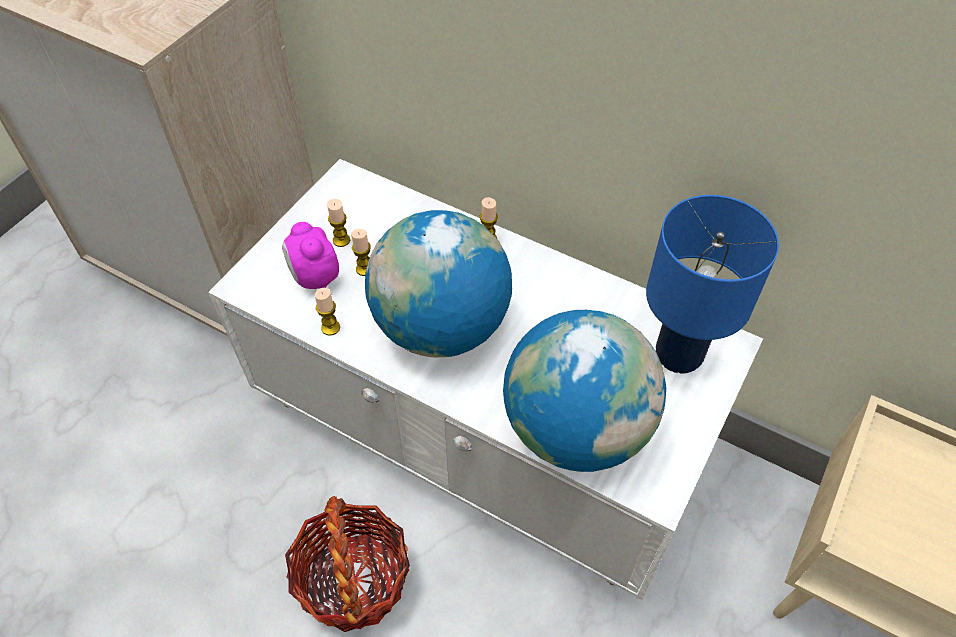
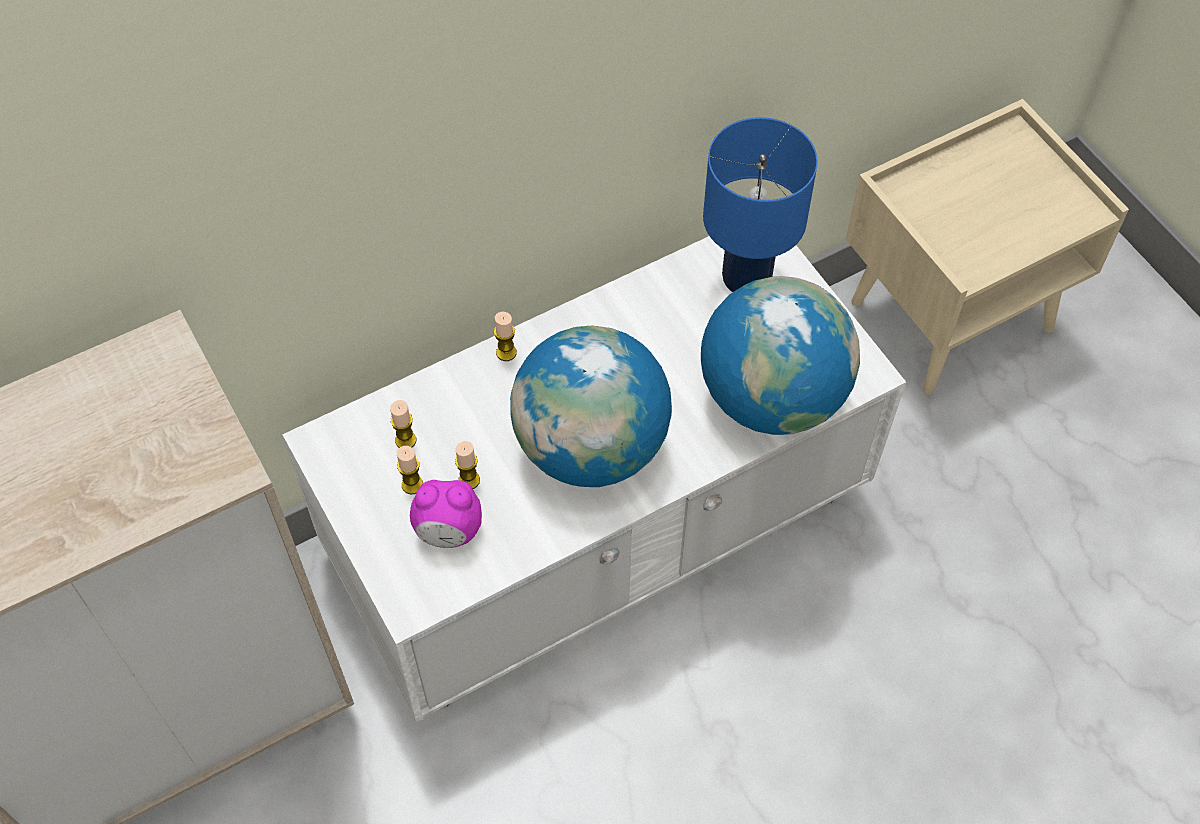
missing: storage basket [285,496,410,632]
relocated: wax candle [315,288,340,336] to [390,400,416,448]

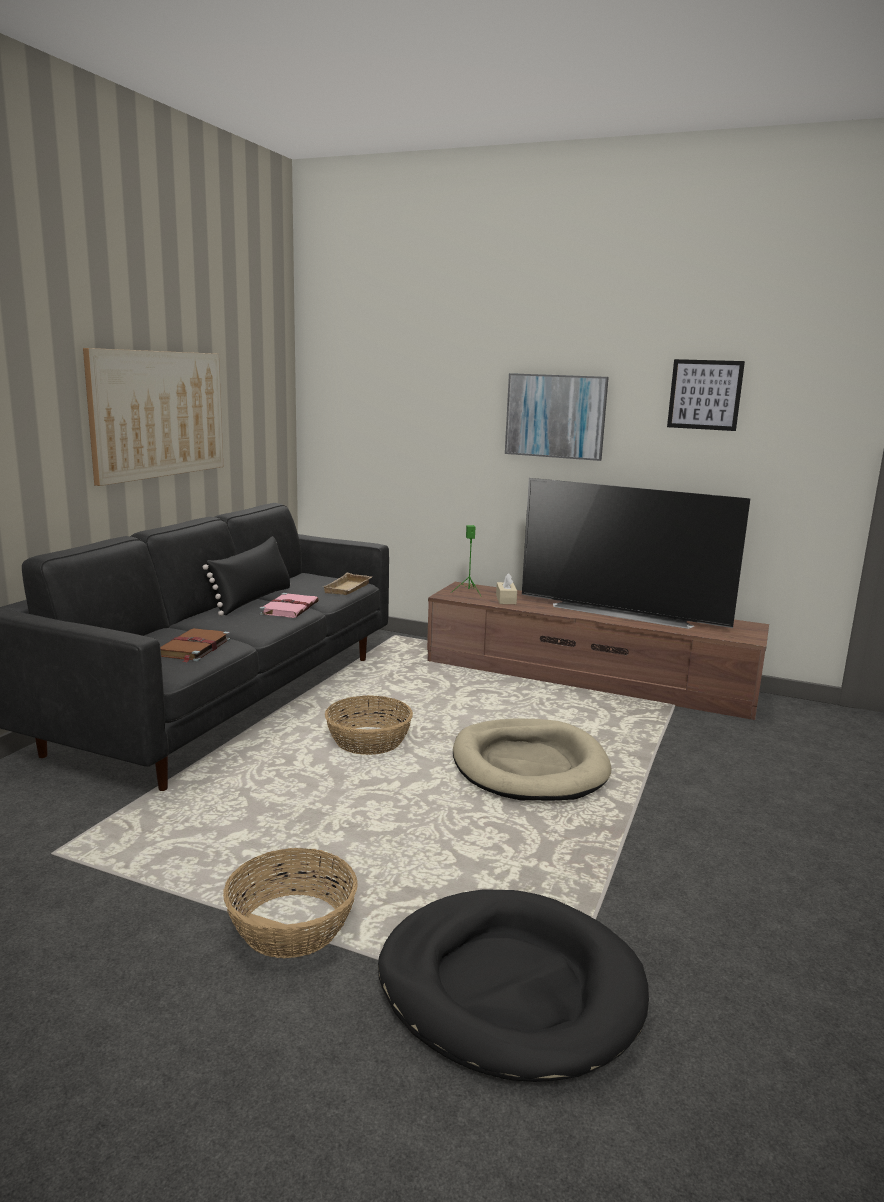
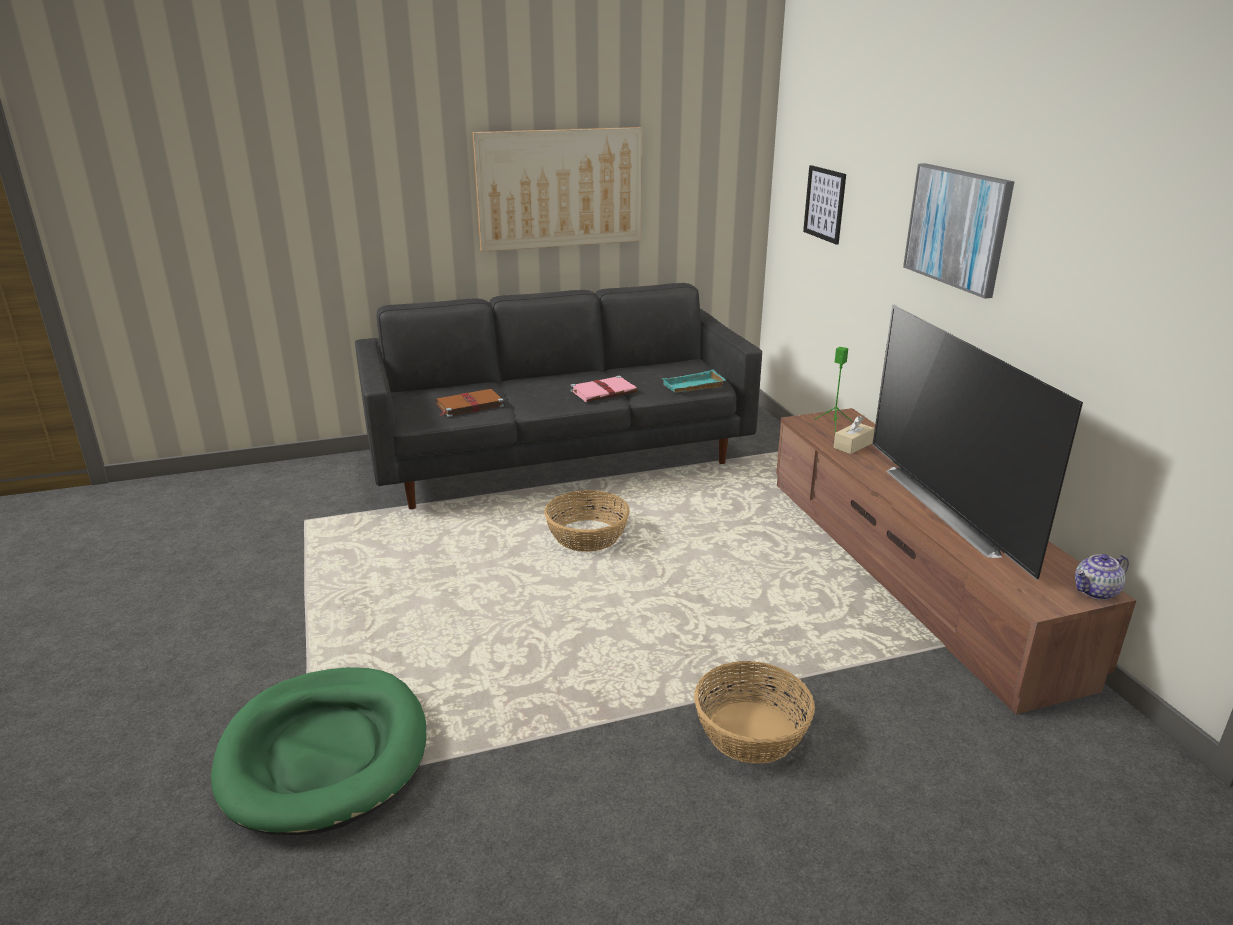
missing: pillow/blackish [203,536,290,616]; dog cushion/beige [453,718,611,800]
appeared: pot for tea [1075,554,1129,600]
relocated: storage basket [223,848,357,958] to [694,661,815,764]; wall art [667,359,745,431] to [803,165,846,245]
colour: serving tray/beige [322,573,372,595] to serving tray/turquoise-coloured [662,370,726,392]; dog cushion/blackish [378,889,649,1082] to dog cushion/green-coloured [211,667,427,835]

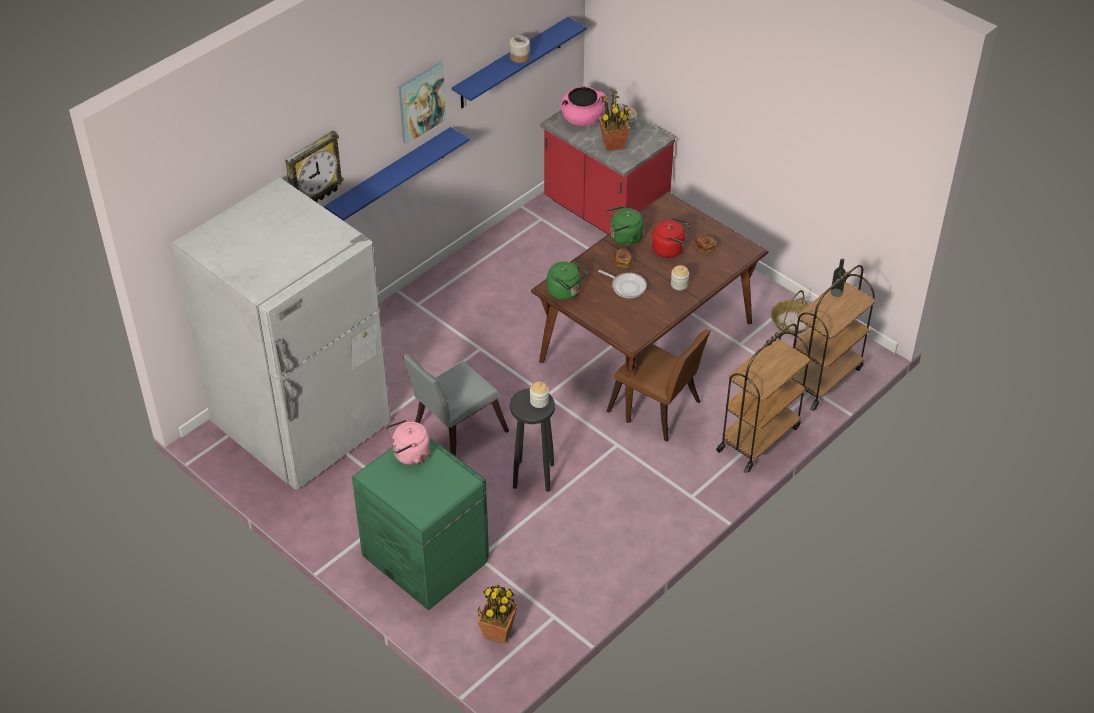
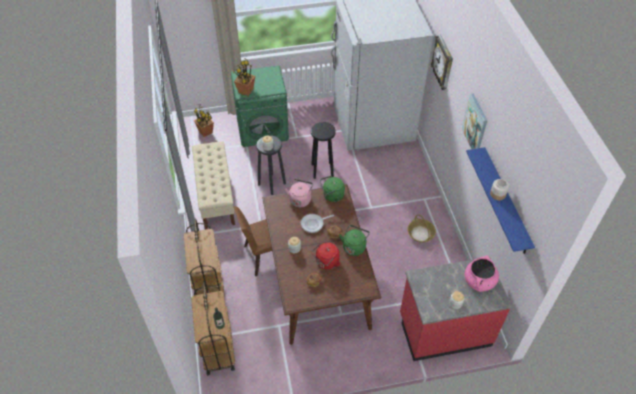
missing: shelf/blue-coloured [324,127,469,221]
appeared: bench/beige [192,142,235,230]
relocated: tea kettle/pink [386,419,430,465] to [285,179,313,207]; houseplant [599,89,630,151] to [233,57,255,96]; storage basket [770,290,810,334] to [407,214,436,243]
exchanged: upright chair/gray [403,354,509,456] to stool/blackish [311,122,336,179]

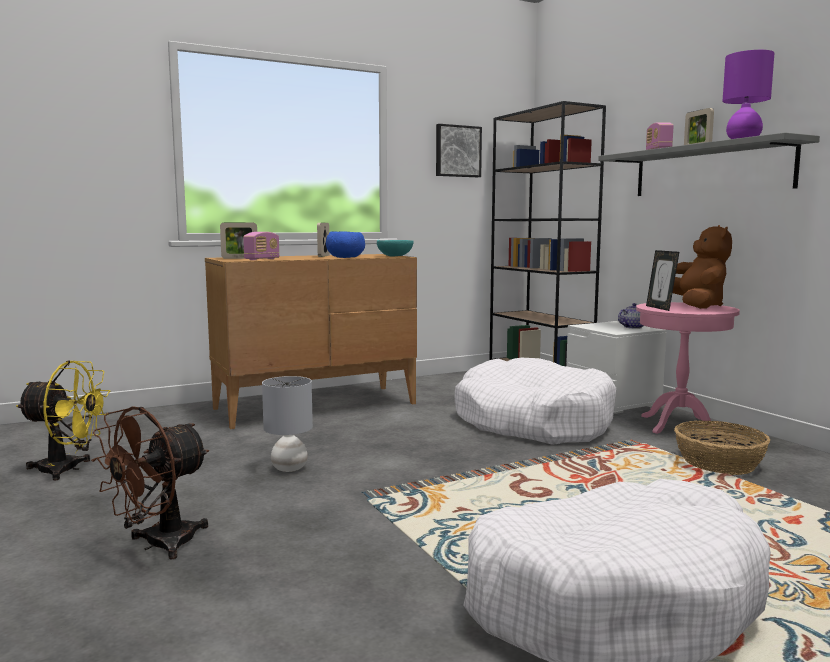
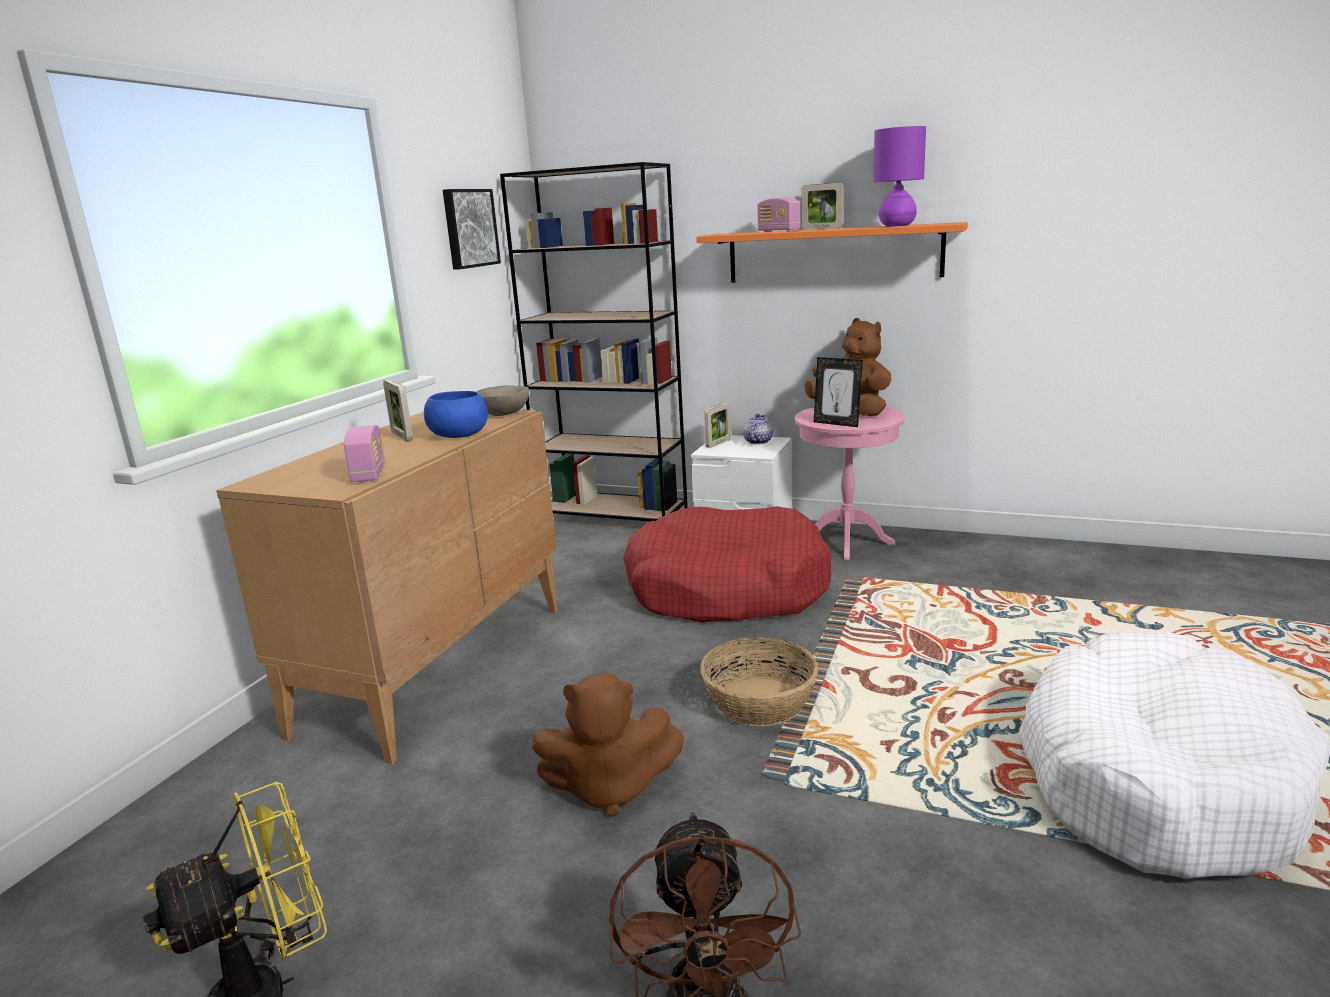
relocated: photo frame [220,223,257,259] to [704,403,731,448]; storage basket [674,421,770,475] to [700,637,818,727]
exchanged: tabletop lamp/gray [262,376,313,472] to soft toy/brown-coloured [532,673,684,817]
colour: bowl/turquoise-coloured [377,240,414,256] to bowl/beige [476,385,529,416]; dog cushion/whitish [454,358,616,445] to dog cushion/red [623,506,831,623]; shelf/gray [598,132,820,196] to shelf/orange [696,222,968,282]

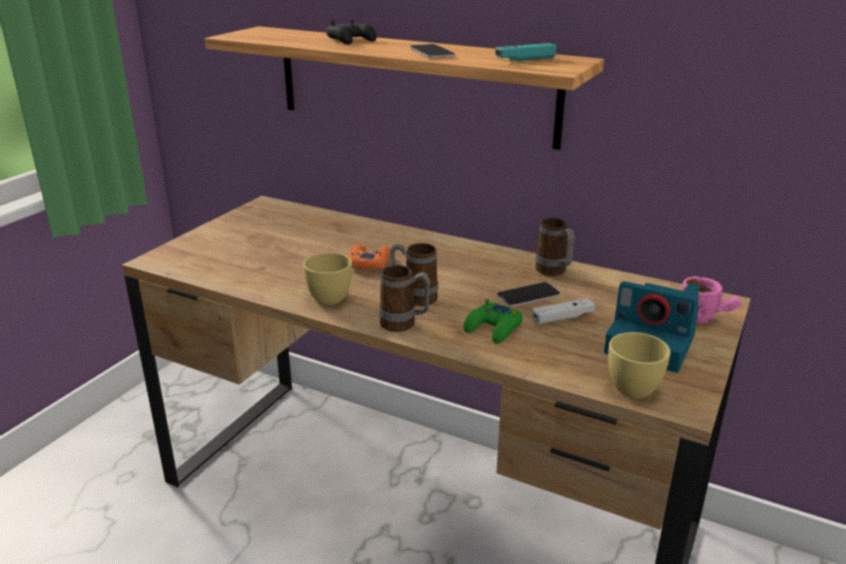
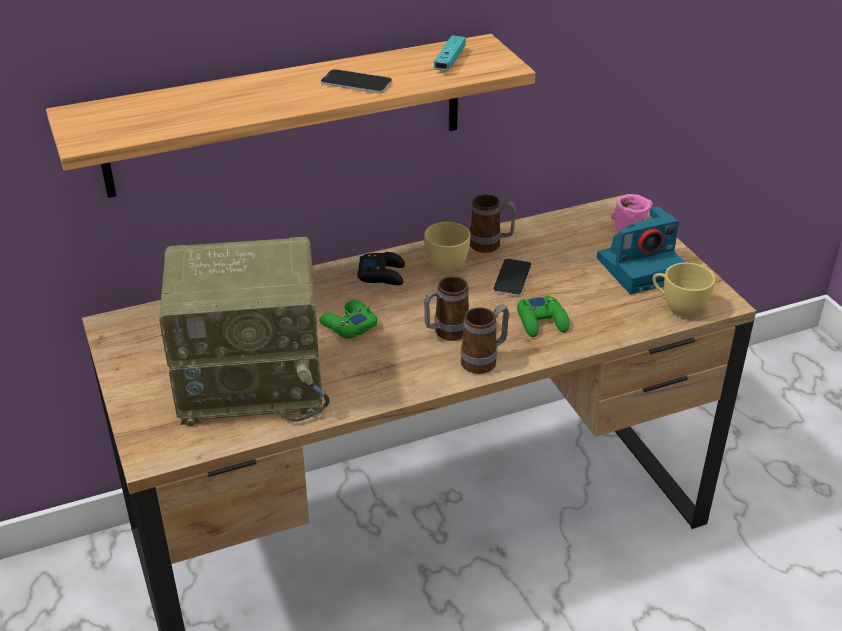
missing: game controller/whitish [532,298,595,325]
appeared: radio [159,237,330,427]
relocated: cup/yellow-coloured [303,252,352,305] to [424,222,471,274]; game controller/blackish [326,20,377,44] to [357,252,405,285]
colour: game controller/orange [349,245,391,269] to game controller/green-coloured [319,300,377,339]

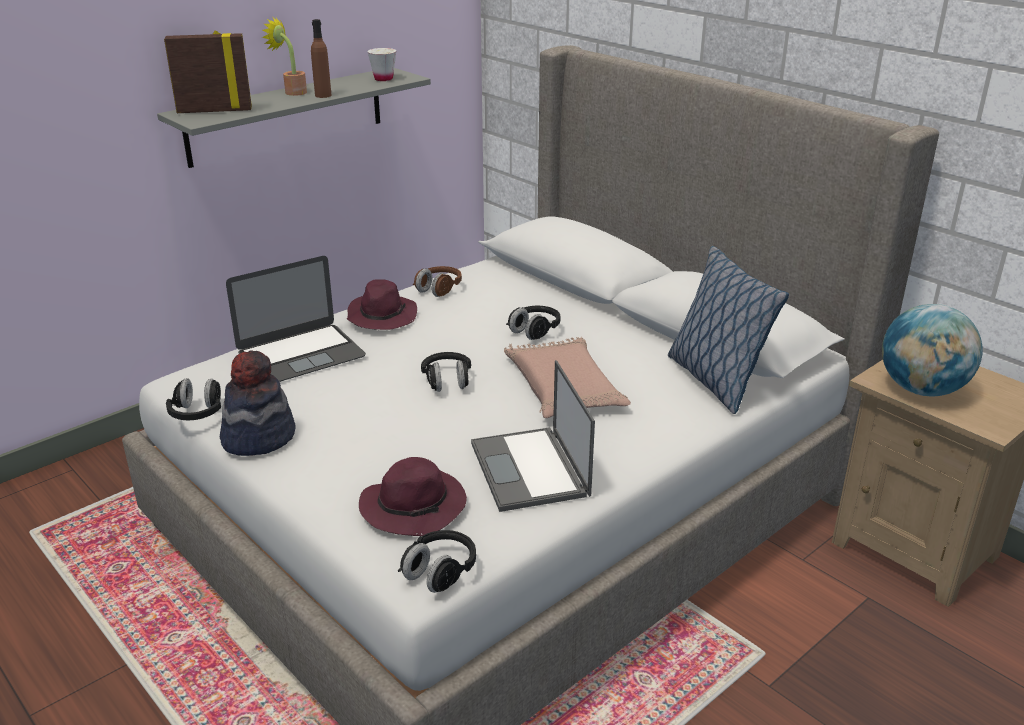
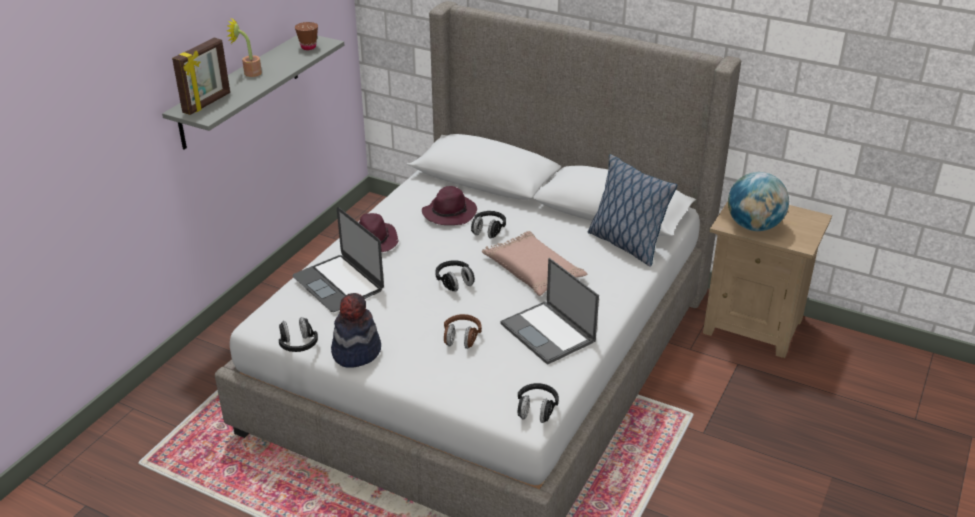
missing: drink bottle/brown-coloured [311,19,332,98]
relocated: hat/purplish [359,457,467,536] to [422,186,477,225]; headphones/brown-coloured [413,266,462,297] to [444,314,482,349]
colour: cup/whitish [367,48,396,81] to cup/brown-coloured [295,22,318,50]
spun: photo frame [164,30,252,113] = [172,38,230,115] 150 degrees clockwise; notebook computer [226,256,366,382] = [292,207,384,312] 105 degrees clockwise

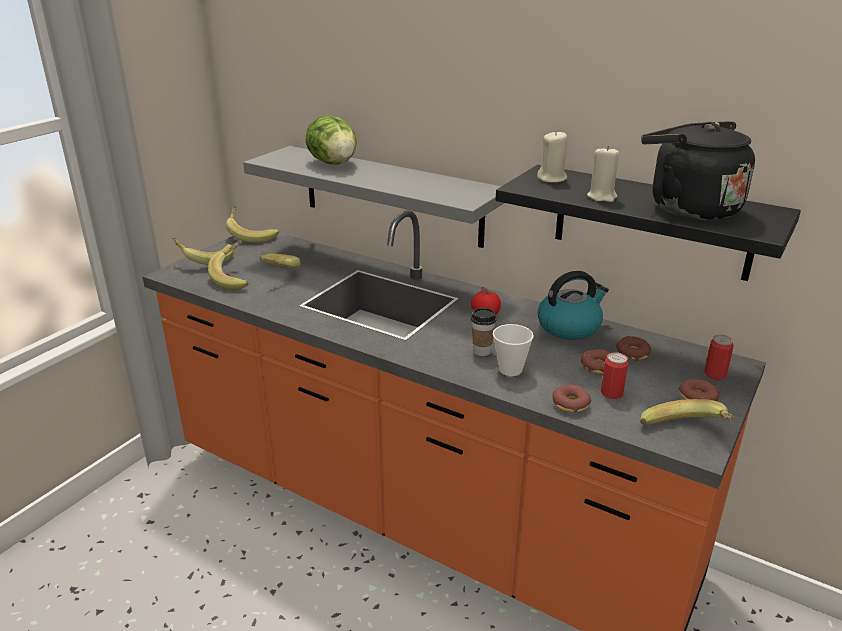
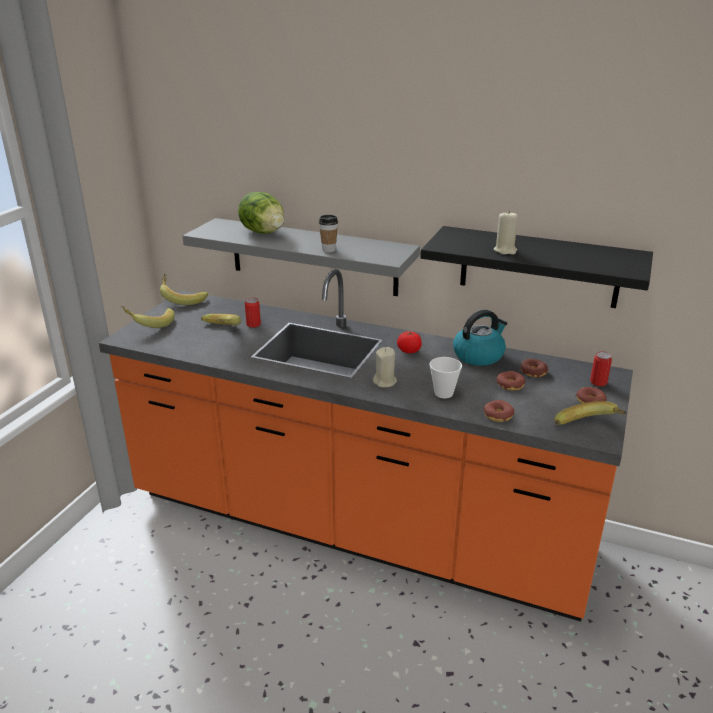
missing: whole banana [208,241,248,290]; tea kettle/blackish [641,122,755,220]
relocated: cup [471,308,497,356] to [319,215,338,252]; wax candle/beige [537,130,567,183] to [373,347,397,388]; can [601,352,628,399] to [245,297,261,328]

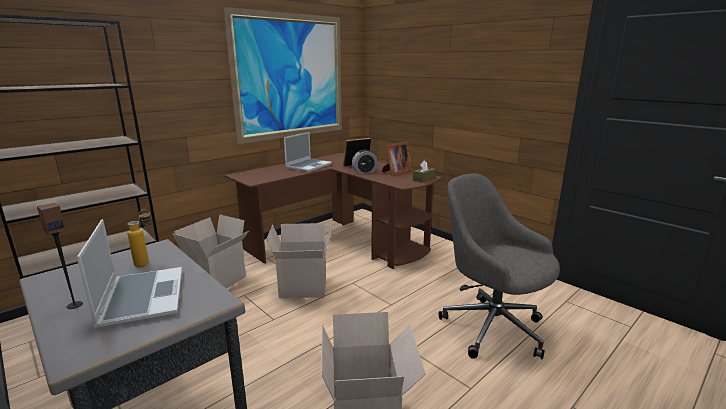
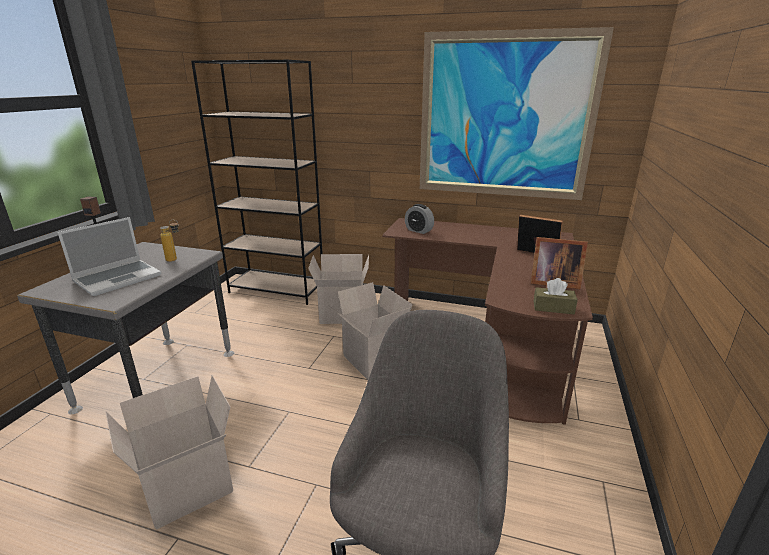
missing: notebook computer [284,132,332,172]
relocated: alarm clock [352,149,378,174] to [405,204,434,234]

